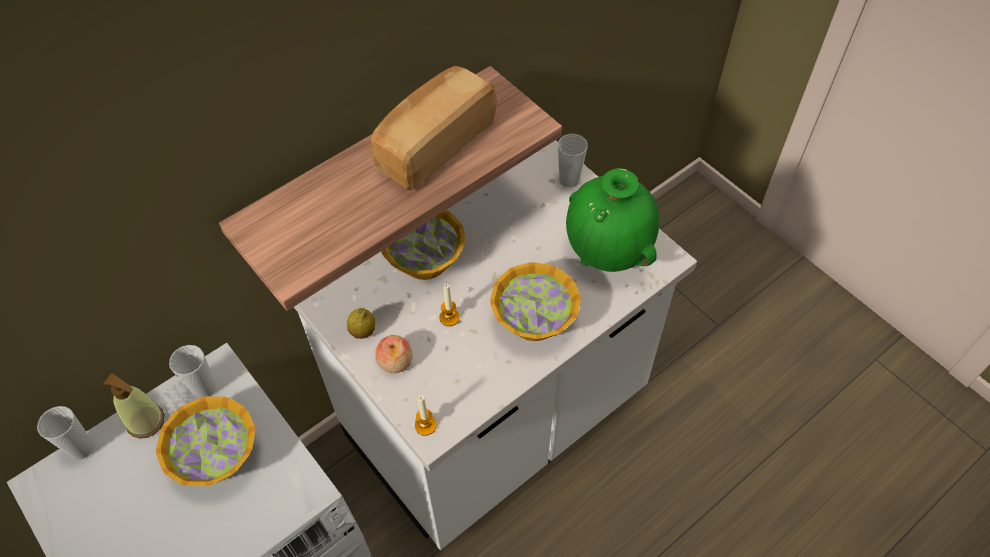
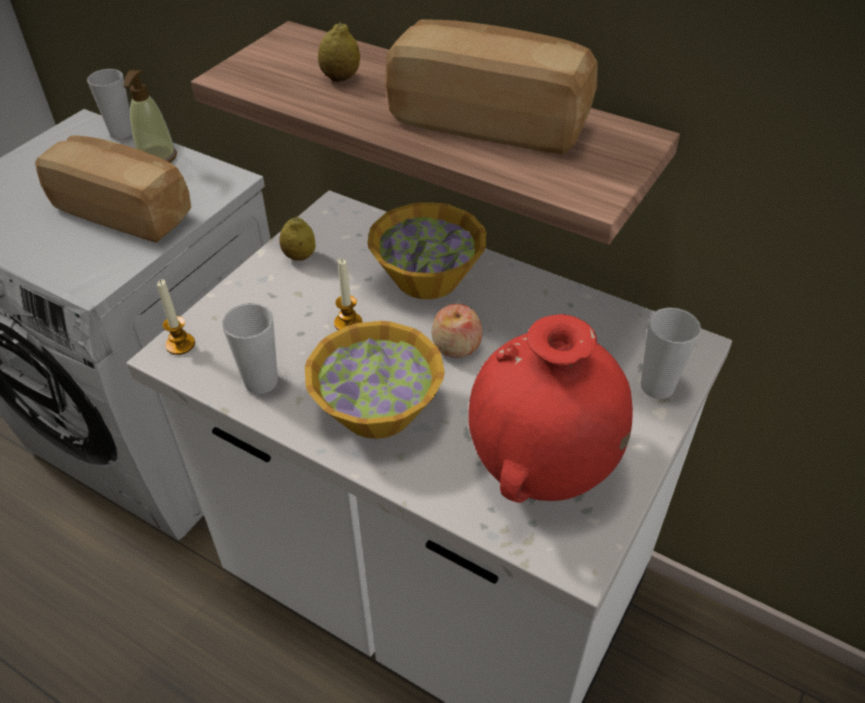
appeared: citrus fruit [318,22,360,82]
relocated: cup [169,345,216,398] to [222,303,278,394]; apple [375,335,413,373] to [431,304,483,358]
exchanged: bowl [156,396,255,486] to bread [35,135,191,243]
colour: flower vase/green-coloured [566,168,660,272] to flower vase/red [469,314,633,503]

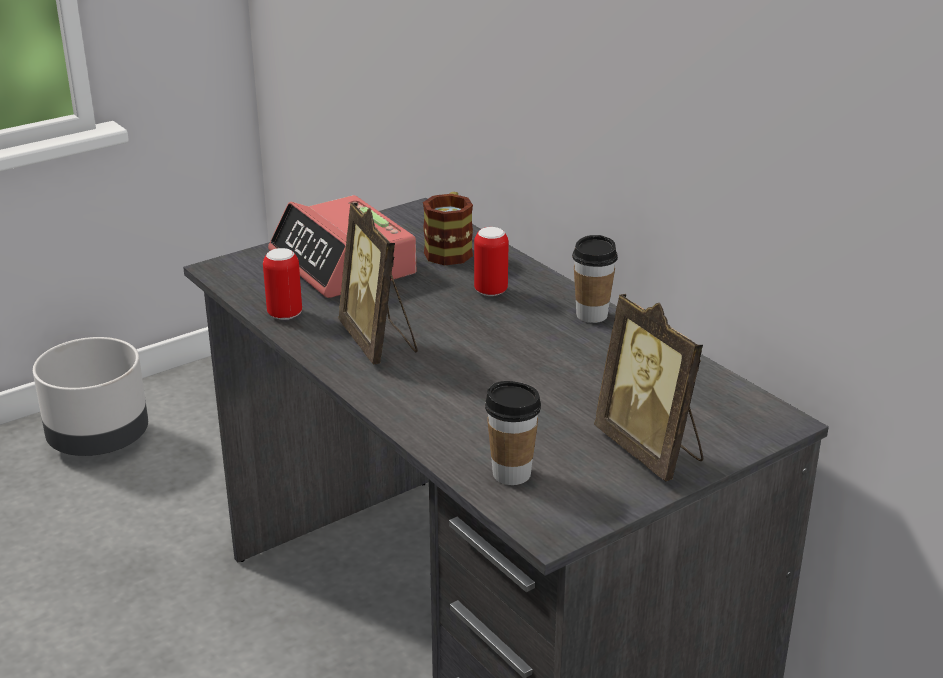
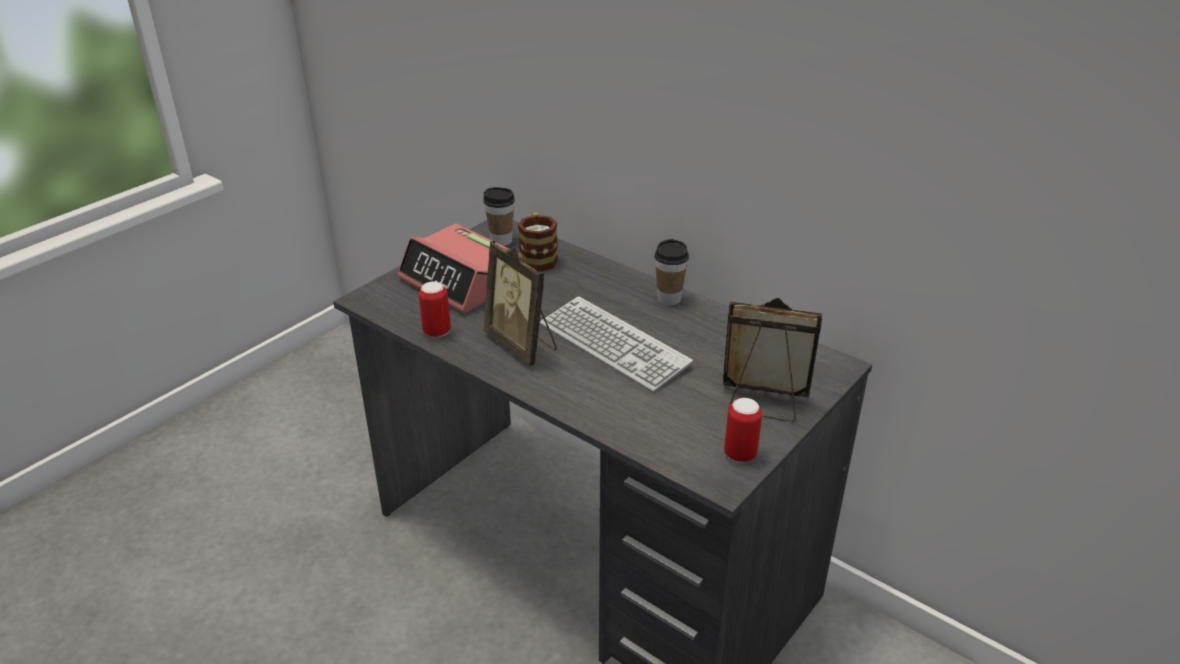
missing: planter/gray [33,337,148,456]
appeared: computer keyboard [540,296,693,392]
relocated: can [474,227,509,296] to [724,398,762,462]; cup [485,381,541,485] to [483,187,515,246]
spun: photo frame [594,294,704,481] = [723,298,823,422] 150 degrees clockwise

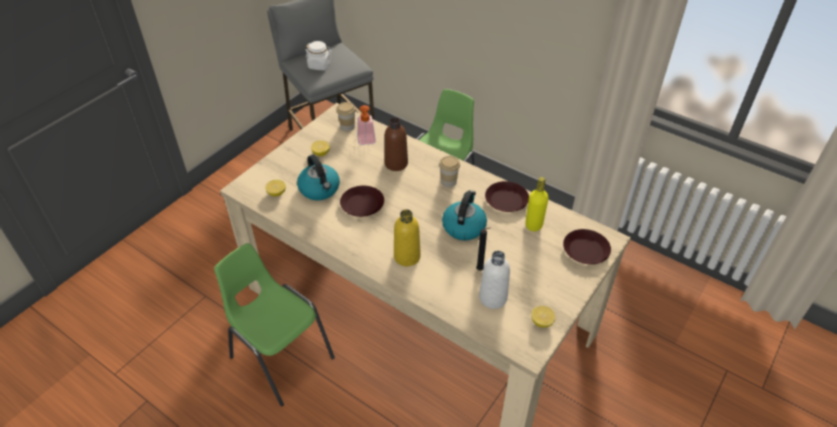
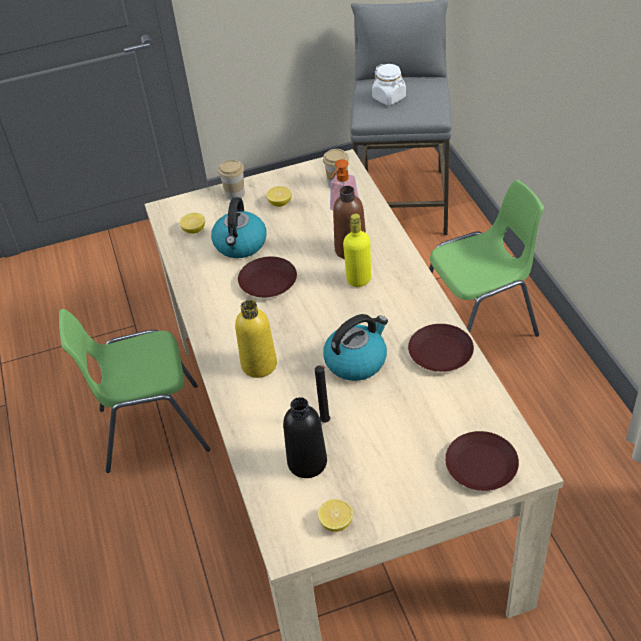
relocated: cup [439,156,460,187] to [218,160,245,200]; drink bottle/yellow-coloured [525,177,548,231] to [343,214,371,287]
colour: drink bottle/whitish [479,251,510,309] to drink bottle/blackish [283,397,327,478]
spun: upright chair/green-coloured [214,243,335,406] = [59,309,210,473] 90 degrees counterclockwise

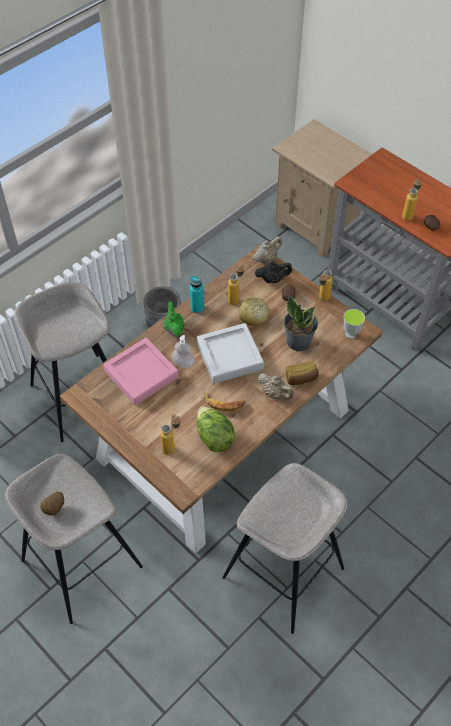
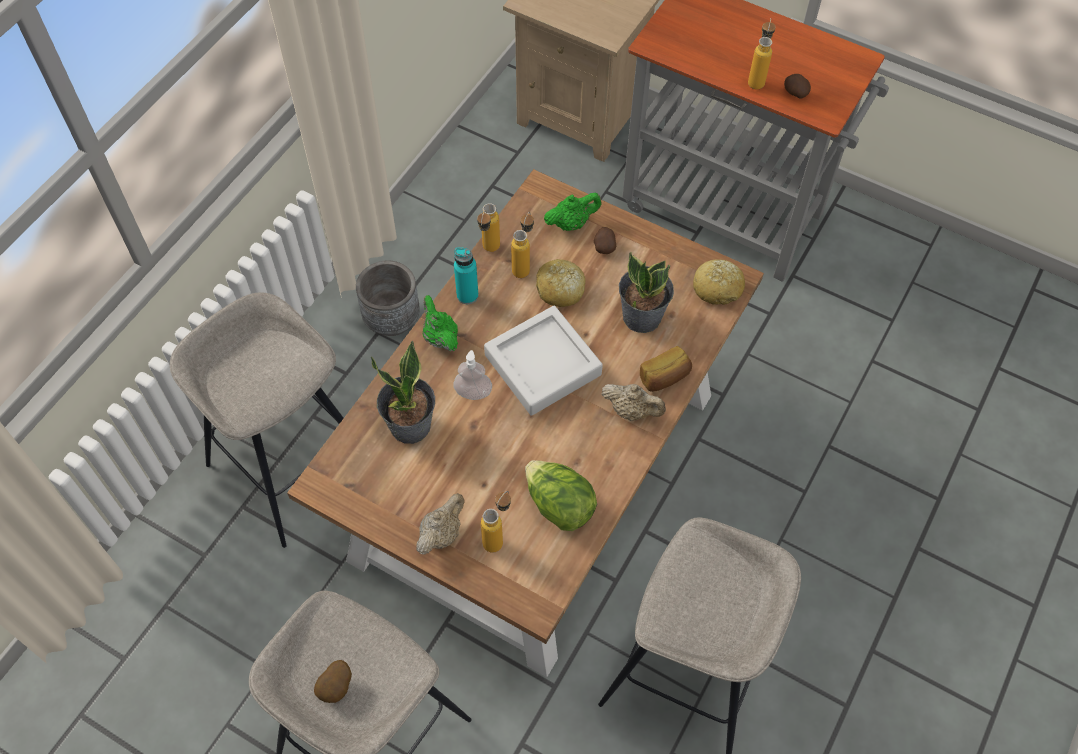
missing: whole banana [203,391,246,412]
relocated: pot for tea/beige [253,236,282,264] to [416,493,465,555]; drink bottle [319,270,333,301] to [477,203,500,252]
exchanged: serving tray/pink [103,338,178,405] to houseplant [371,341,435,444]; cup [344,309,365,339] to bread [693,259,745,305]
colour: pot for tea/blackish [255,261,292,283] to pot for tea/green-coloured [544,193,602,231]

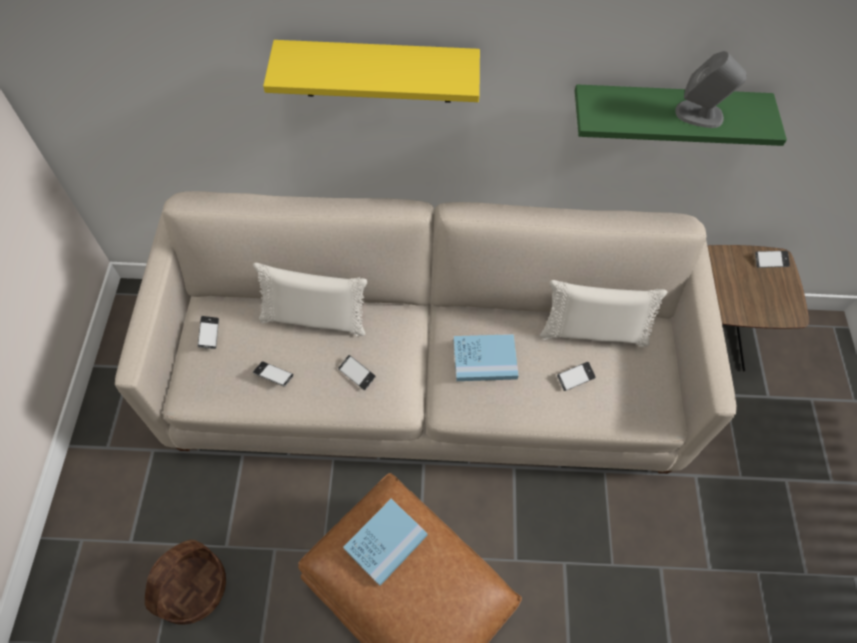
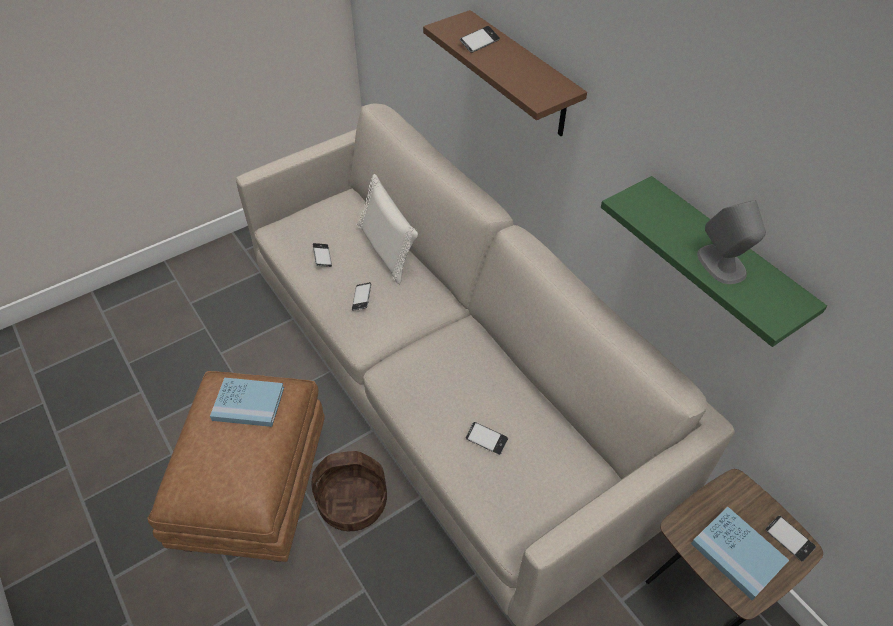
missing: pillow/whitish [540,280,667,347]
relocated: storage basket [145,540,226,625] to [311,451,387,531]; telephone [198,316,219,349] to [460,26,500,53]; book/blue-coloured [453,334,519,381] to [691,507,789,600]
colour: shelf/yellow-coloured [263,40,480,103] to shelf/brown-coloured [423,10,587,136]

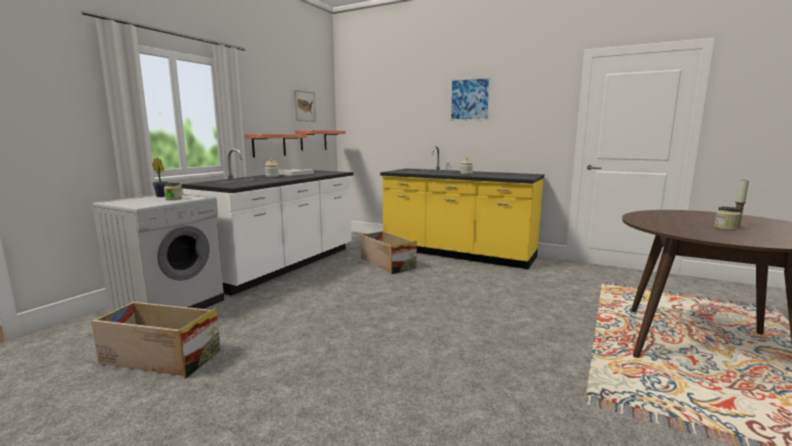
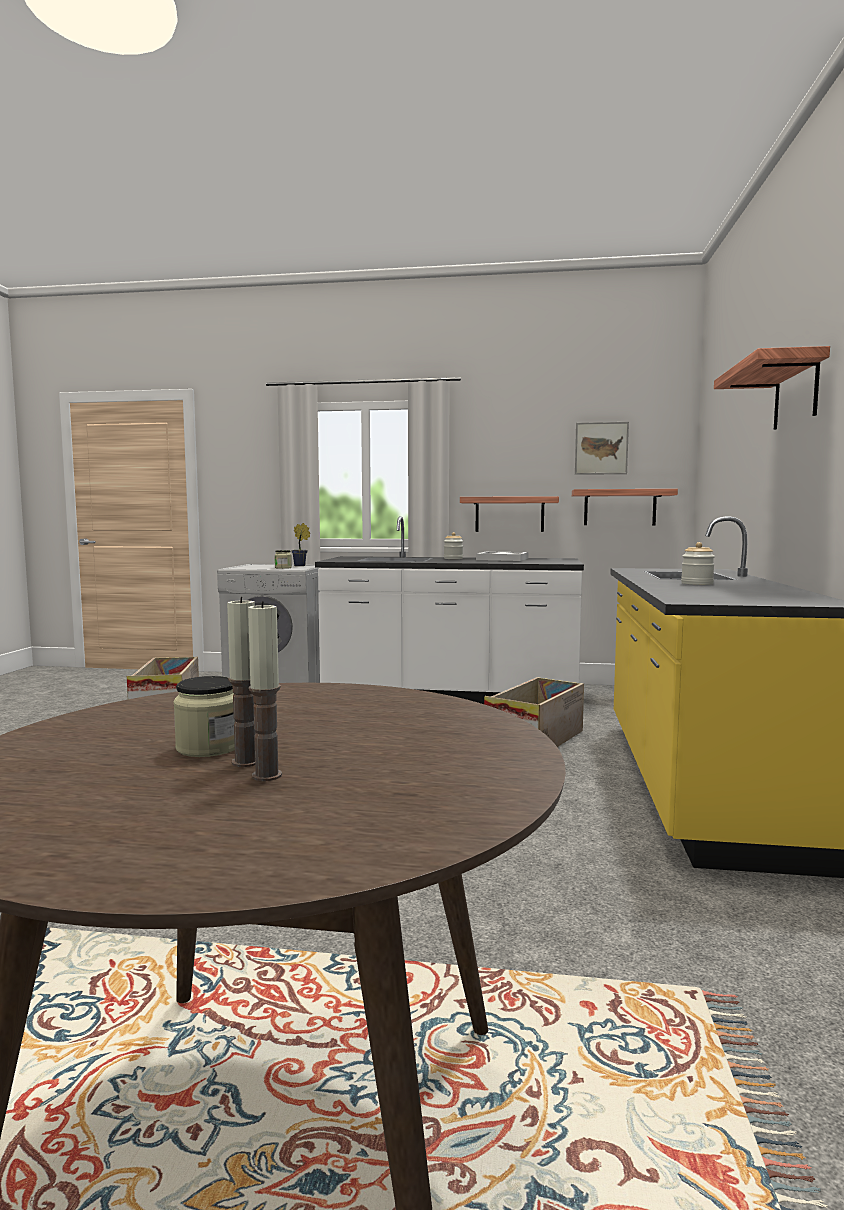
appeared: wax candle [248,601,282,781]
exchanged: wall art [450,77,491,121] to shelf [714,346,830,430]

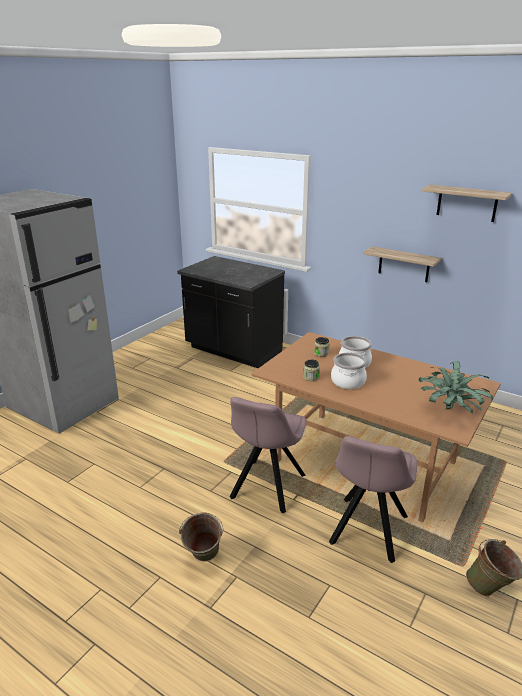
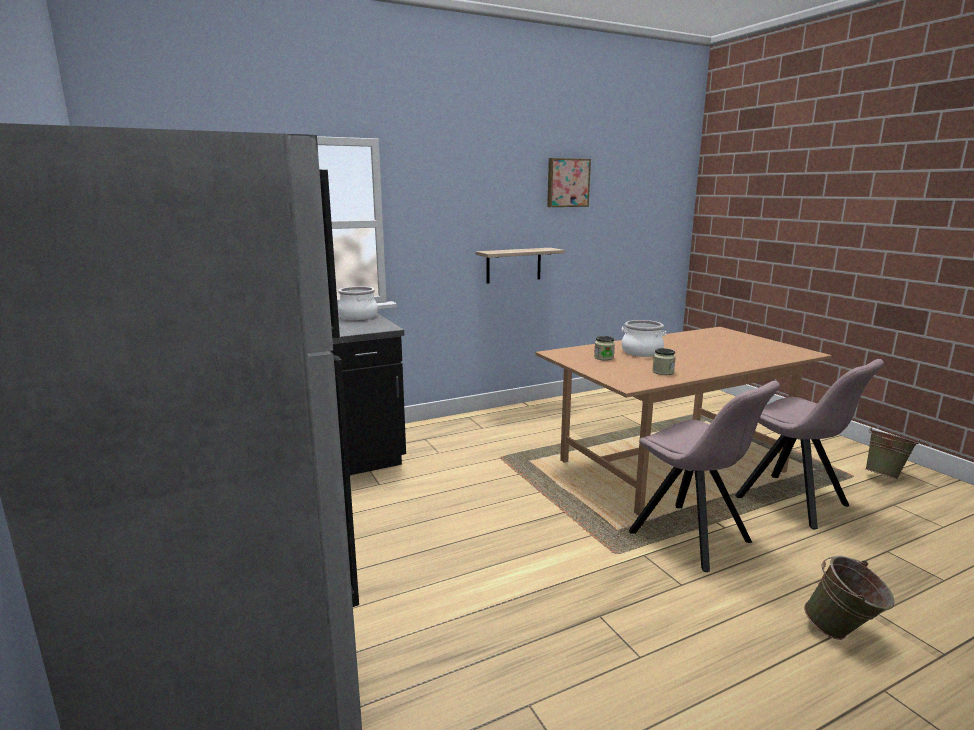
missing: houseplant [419,361,493,414]
relocated: stockpot [331,353,367,389] to [338,287,378,320]
exchanged: shelf [422,185,512,222] to wall art [547,158,591,207]

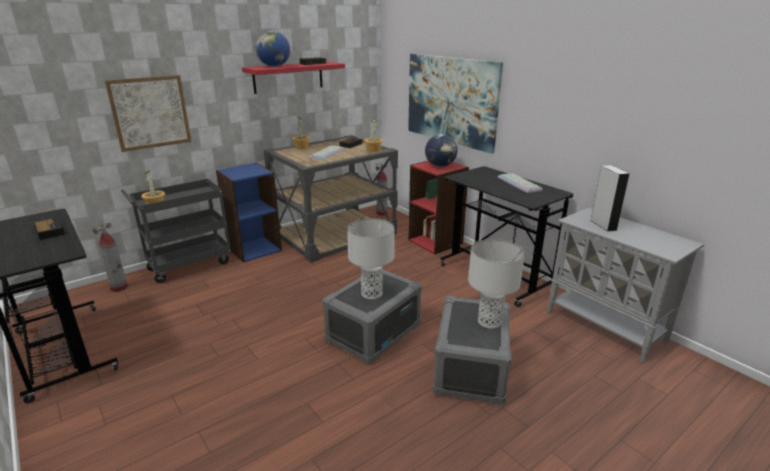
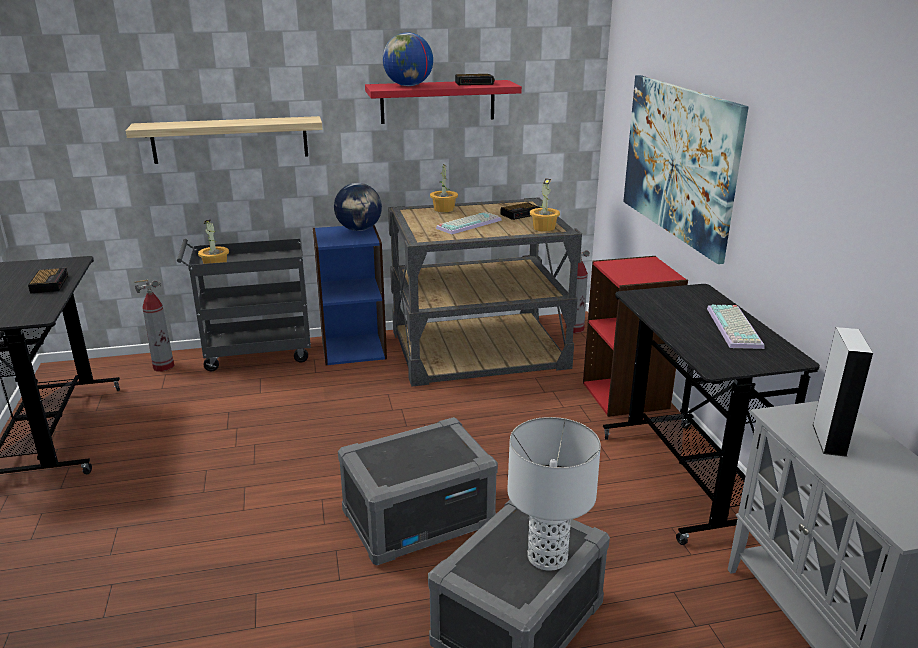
missing: tabletop lamp/whitish [347,218,395,299]
relocated: desk globe [425,134,457,167] to [334,183,382,231]
exchanged: wall art [105,75,192,152] to shelf [126,116,323,164]

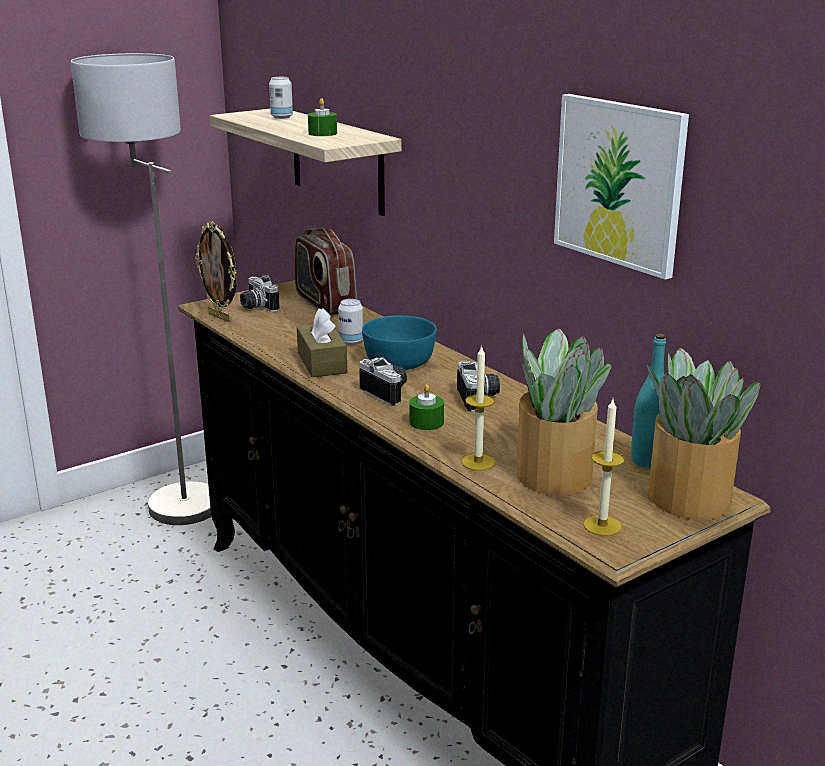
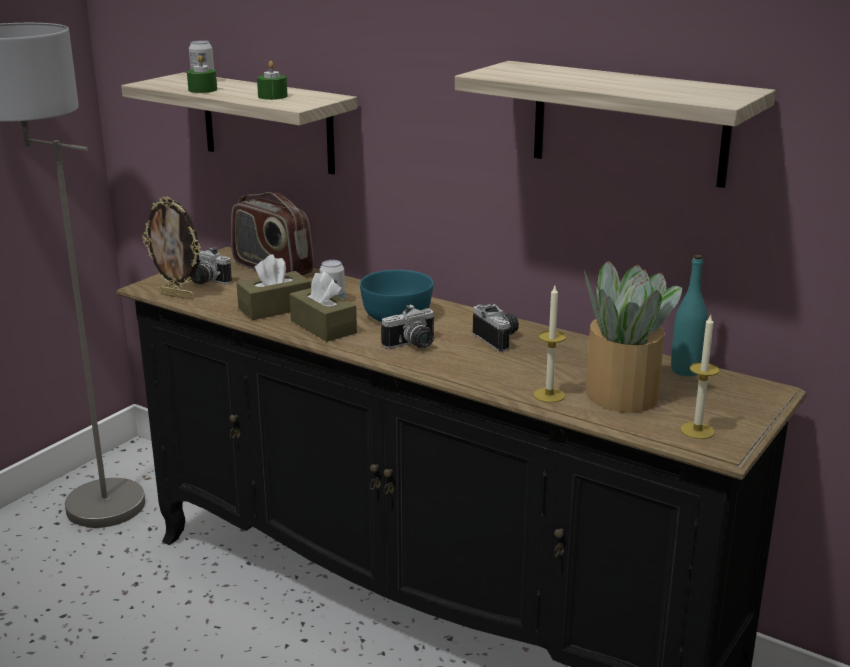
missing: houseplant [647,348,761,520]
appeared: tissue box/brown-coloured [237,254,311,320]
relocated: wax candle/green-coloured [409,384,444,430] to [187,55,217,93]
exchanged: wall art [554,94,689,280] to shelf [455,61,776,188]
spun: photo camera [359,357,407,406] = [381,304,435,349] 120 degrees clockwise

